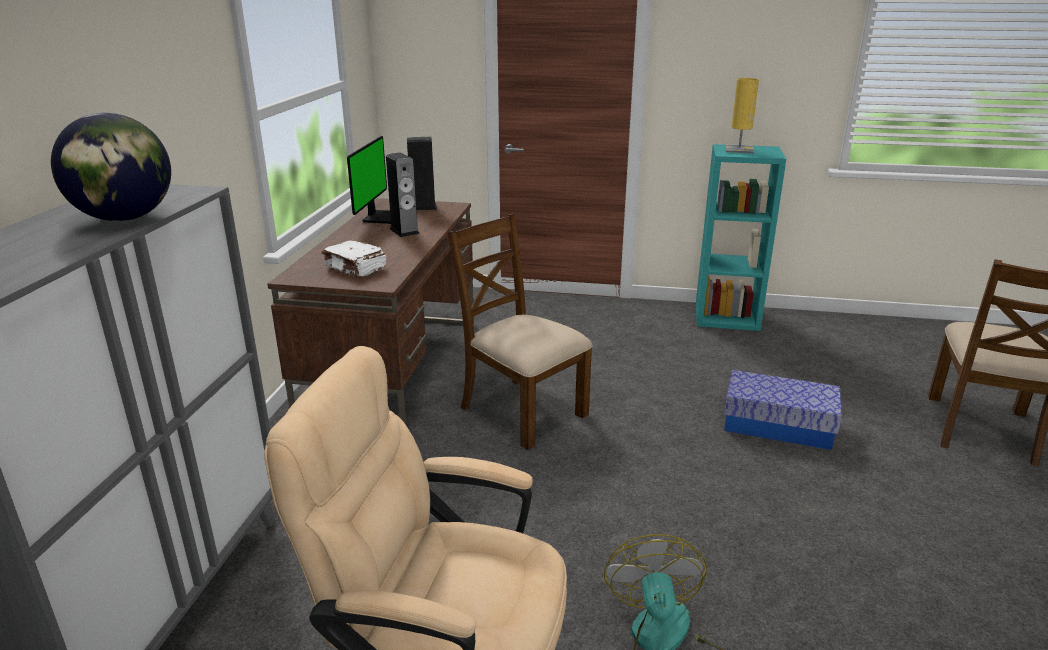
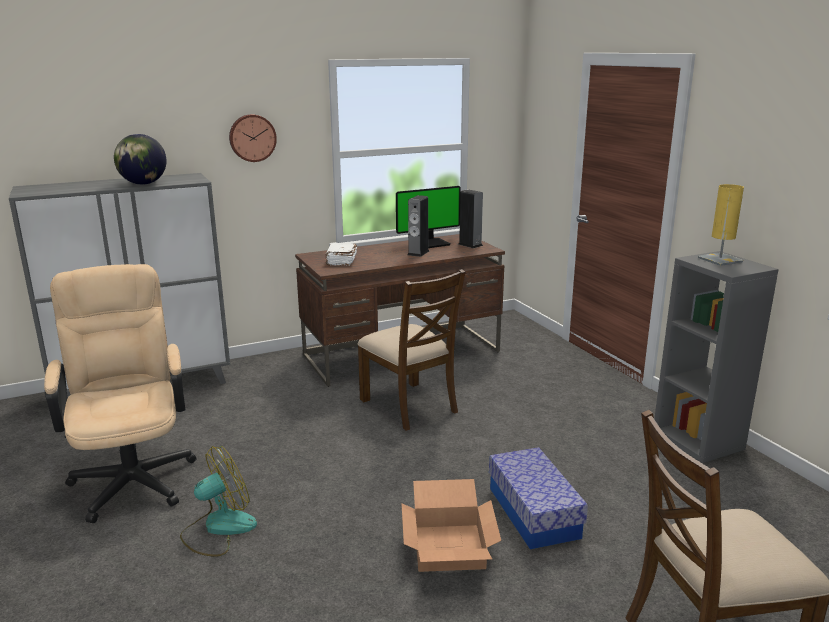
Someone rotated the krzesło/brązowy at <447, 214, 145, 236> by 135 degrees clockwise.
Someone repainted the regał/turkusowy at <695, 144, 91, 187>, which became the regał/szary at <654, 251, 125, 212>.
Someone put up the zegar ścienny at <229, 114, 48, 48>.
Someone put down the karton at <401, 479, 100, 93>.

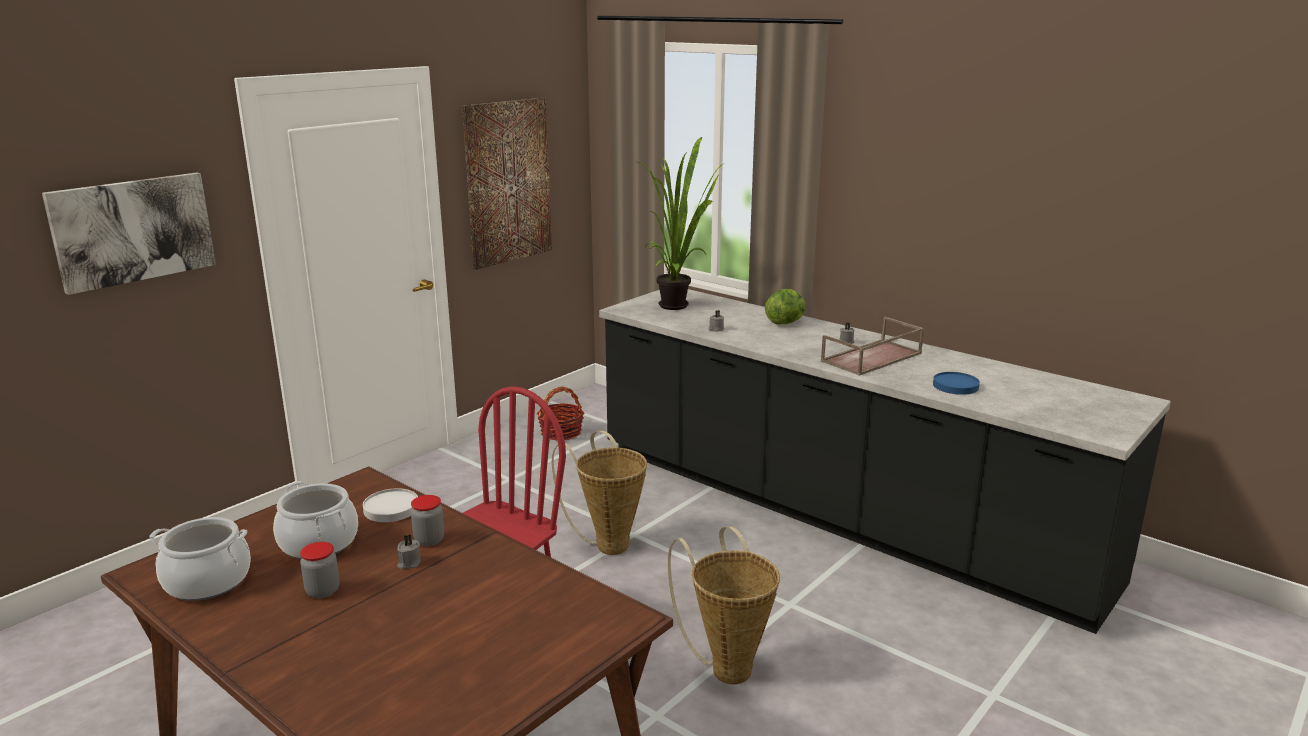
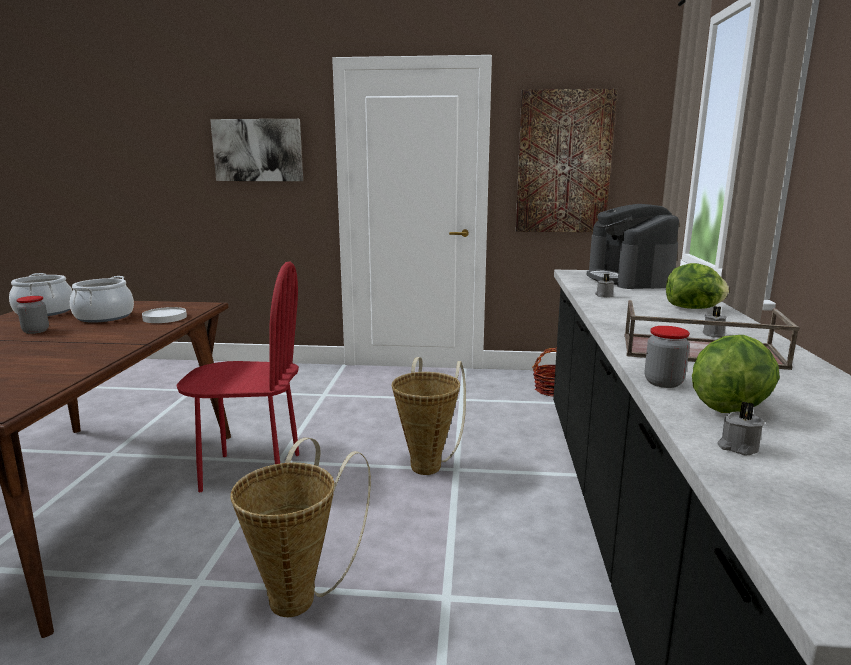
Someone carried the świeca/szary from <397, 534, 24, 35> to <717, 401, 48, 55>.
Someone carried the słoik from <411, 495, 34, 51> to <645, 326, 45, 62>.
Someone swapped the roślina doniczkowa at <635, 137, 88, 173> for the ekspres do kawy at <587, 204, 92, 85>.
Someone swapped the talerz/niebieski at <933, 372, 47, 23> for the sałata at <692, 335, 88, 78>.

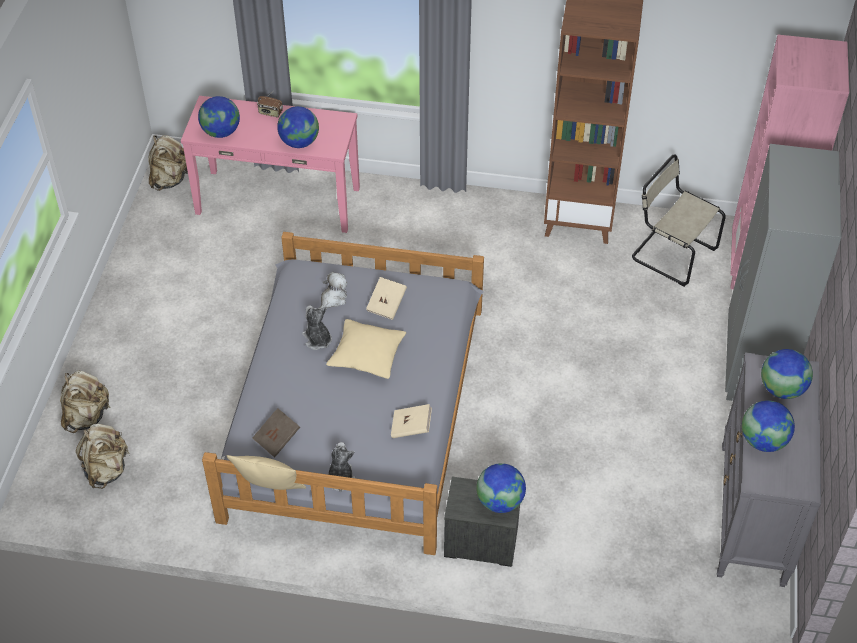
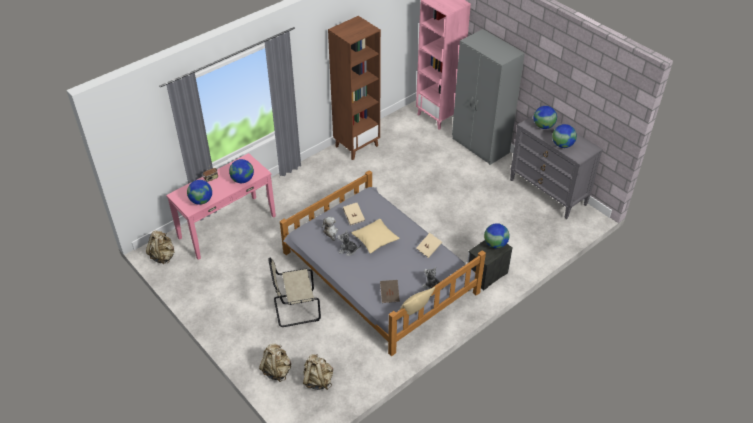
Someone carried the krzesło/beżowy from <632, 154, 94, 133> to <268, 258, 53, 69>.

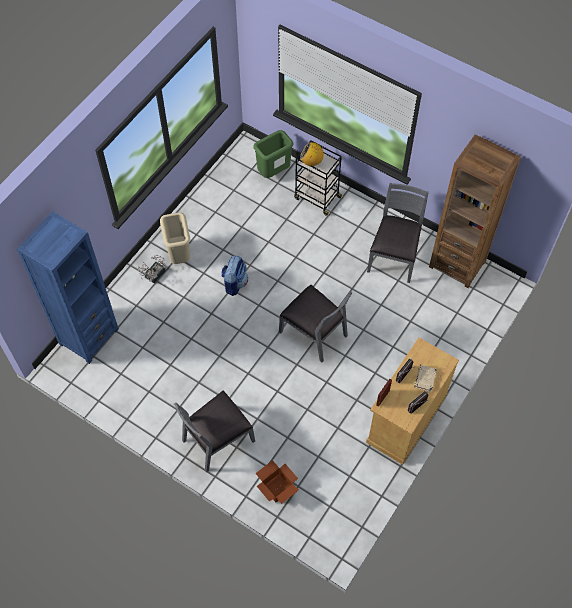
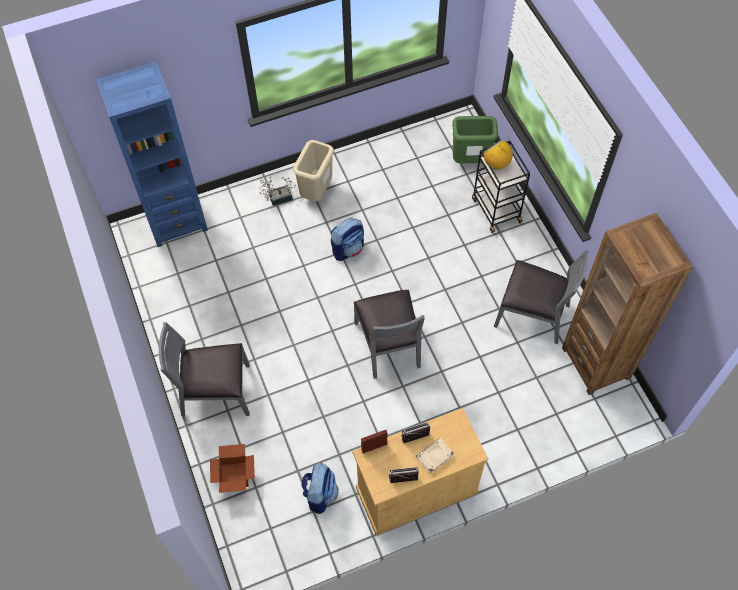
Someone rotated the krzesło/szary at <367, 183, 62, 100> by 60 degrees clockwise.
Someone put down the plecak at <302, 463, 37, 51>.

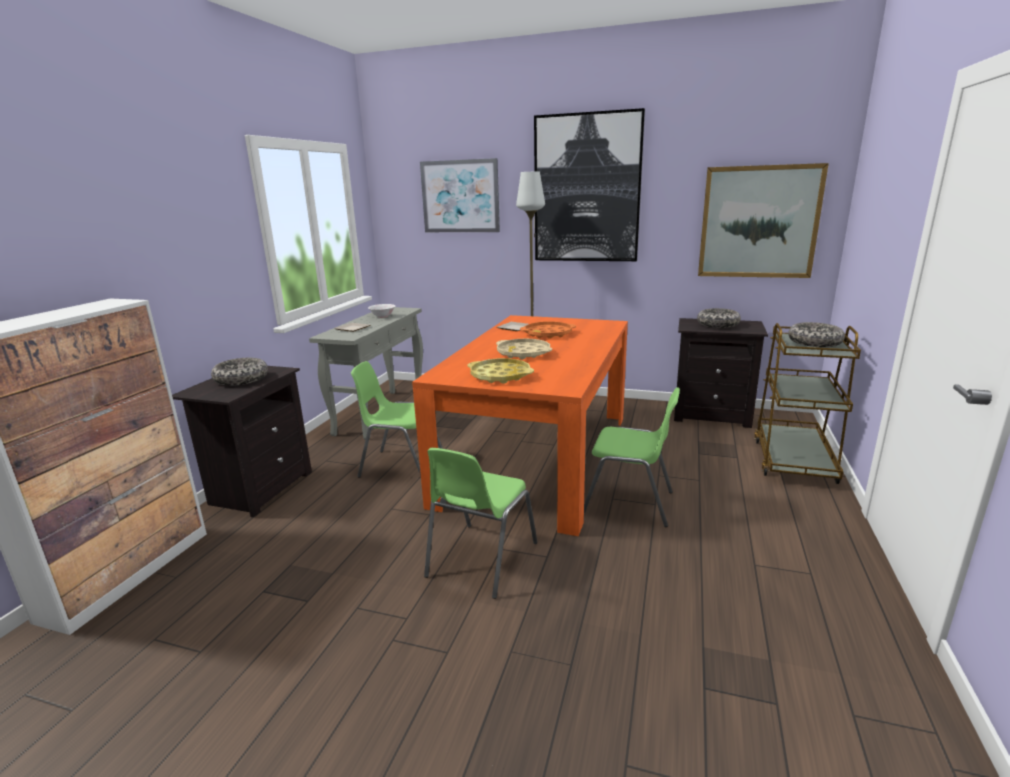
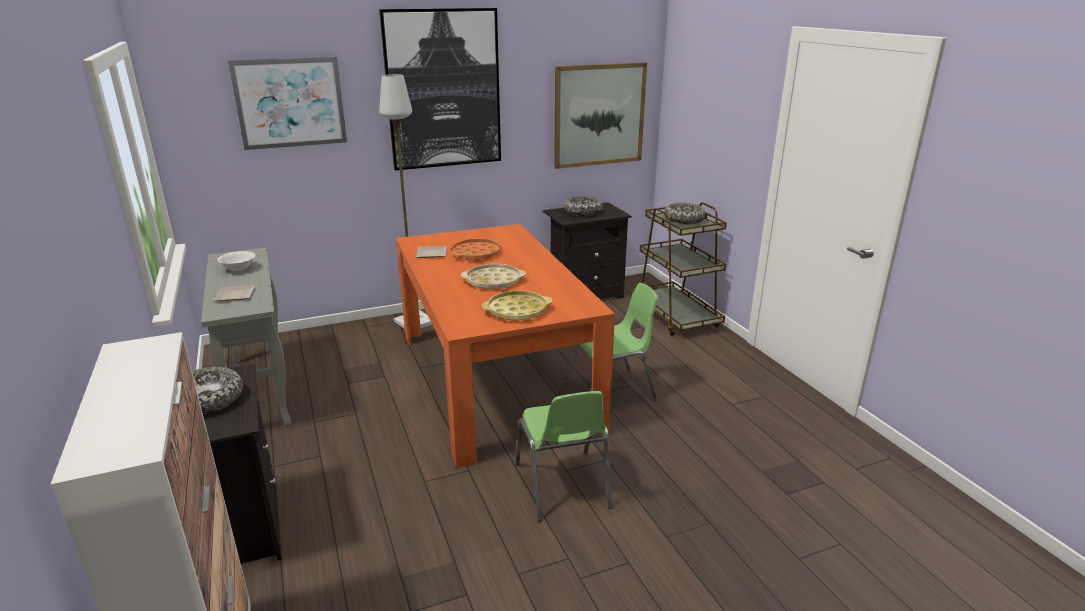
Someone took away the krzesło/zielony at <351, 361, 92, 117>.

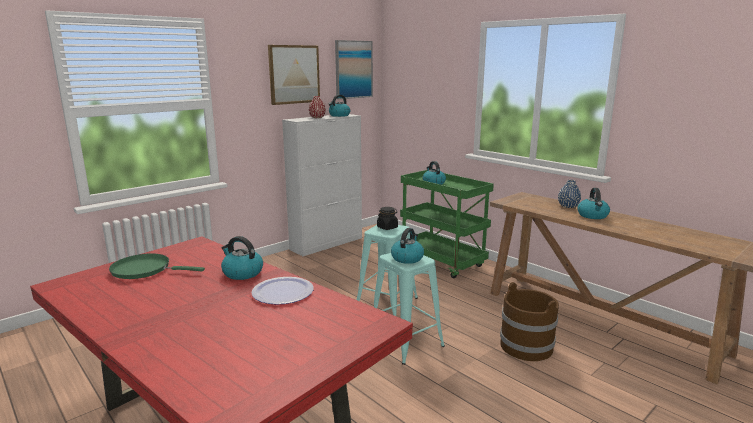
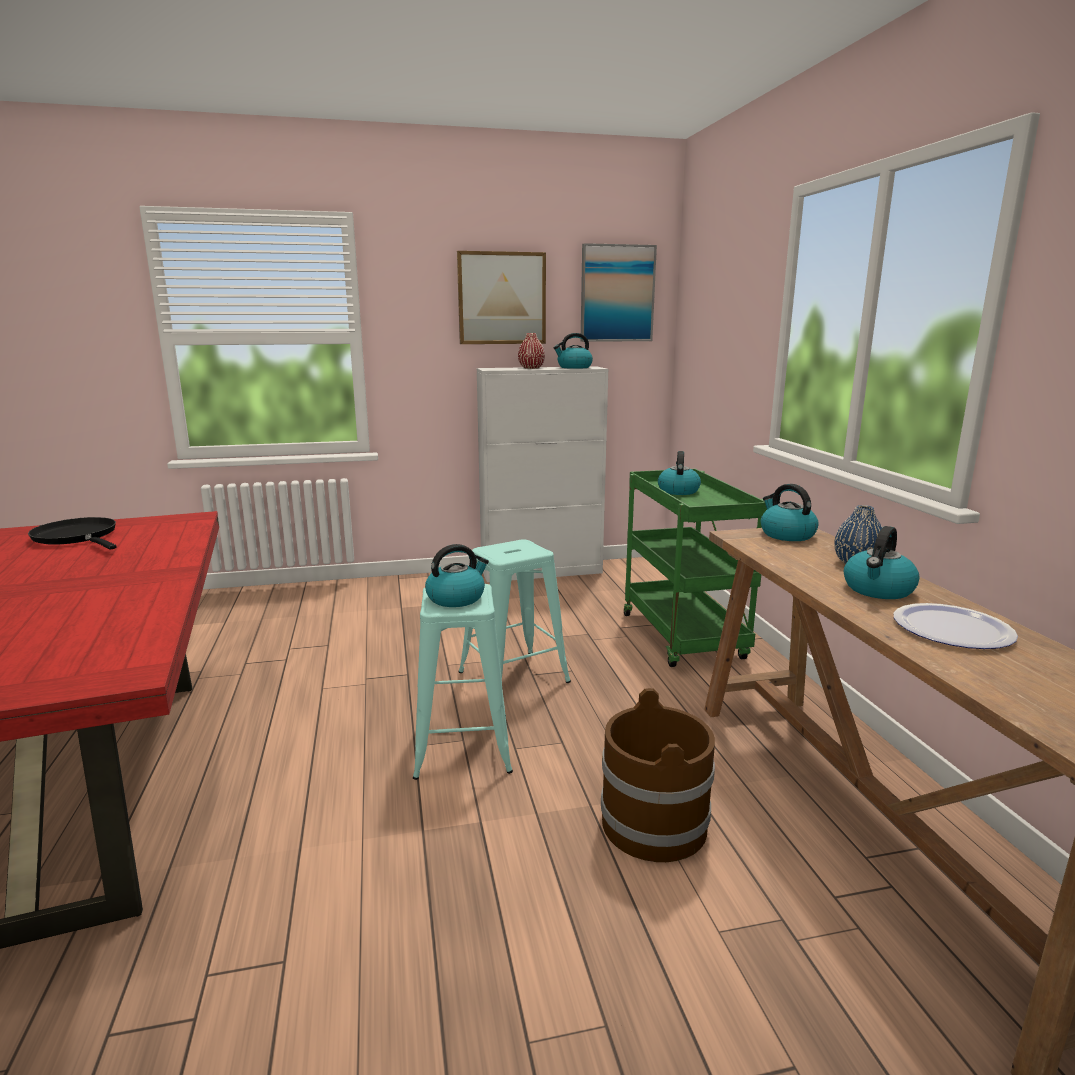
Someone repainted the patelnia/zielony at <109, 253, 96, 26>, which became the patelnia/czarny at <28, 517, 88, 33>.
Someone carried the czajnik from <221, 236, 42, 44> to <761, 484, 58, 57>.
Someone carried the talerz from <251, 277, 63, 28> to <893, 603, 125, 46>.
Someone took away the słoik/czarny at <377, 207, 21, 23>.

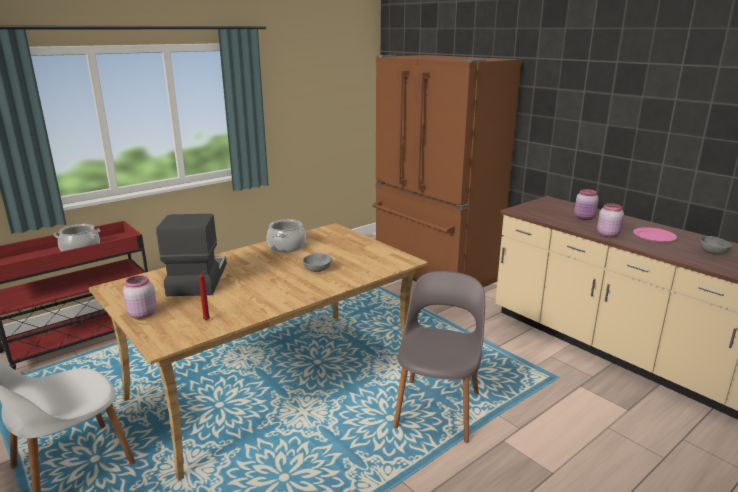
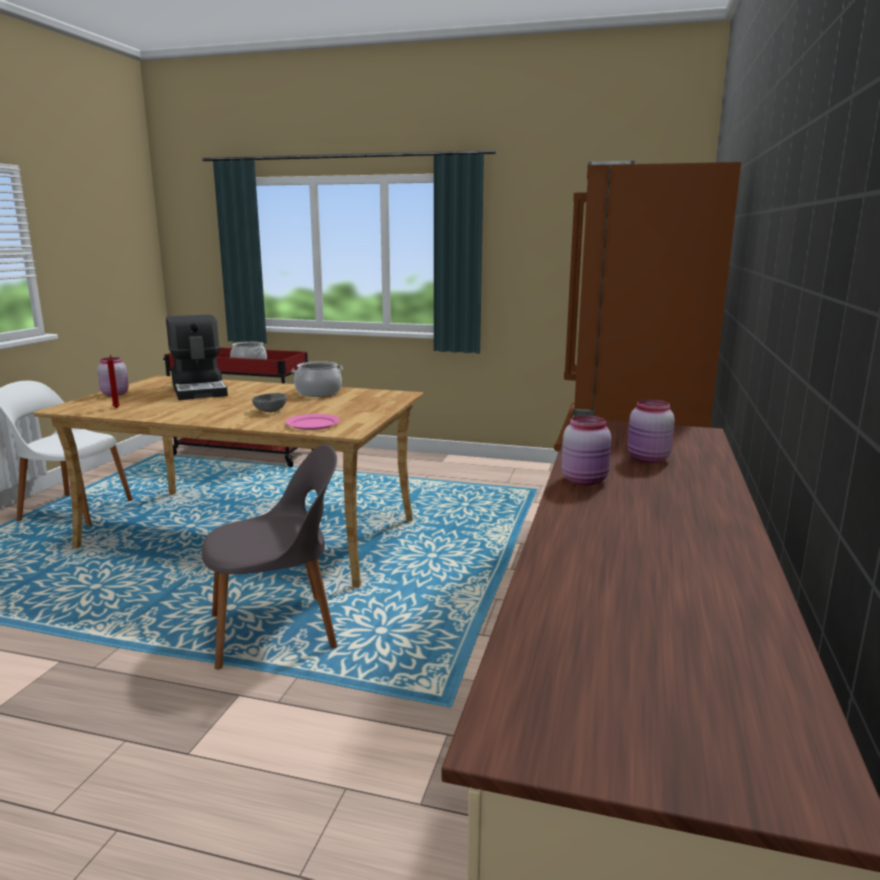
Someone rotated the ekspres do kawy at <156, 214, 71, 82> by 105 degrees clockwise.
Someone carried the talerz/różowy from <633, 227, 44, 15> to <285, 414, 55, 16>.
Someone took away the miska/szary at <700, 236, 32, 18>.

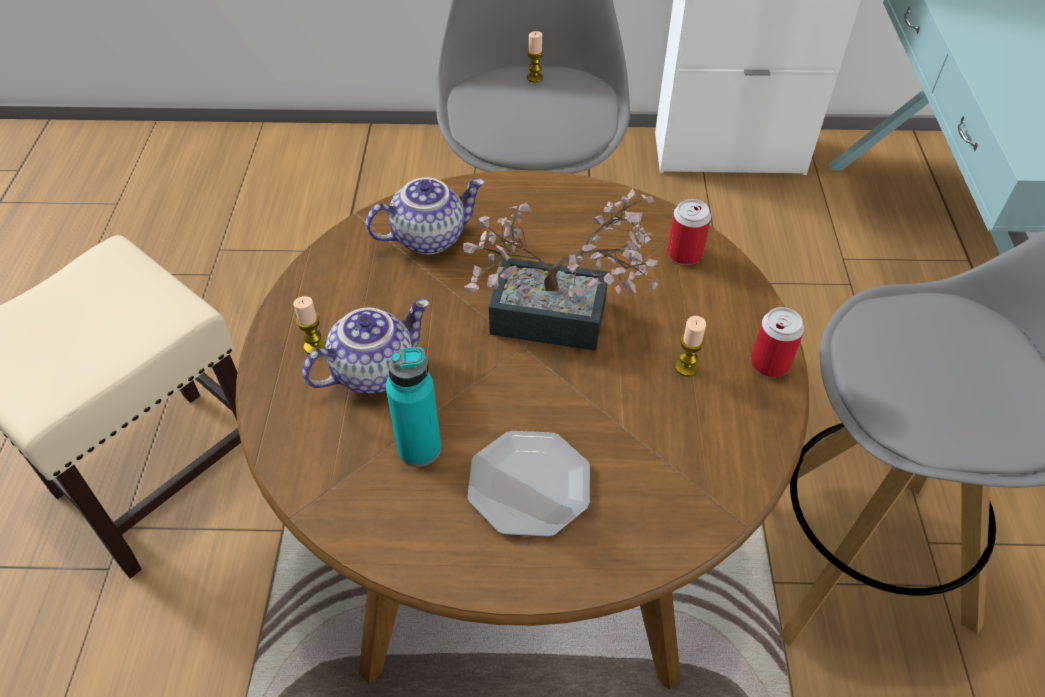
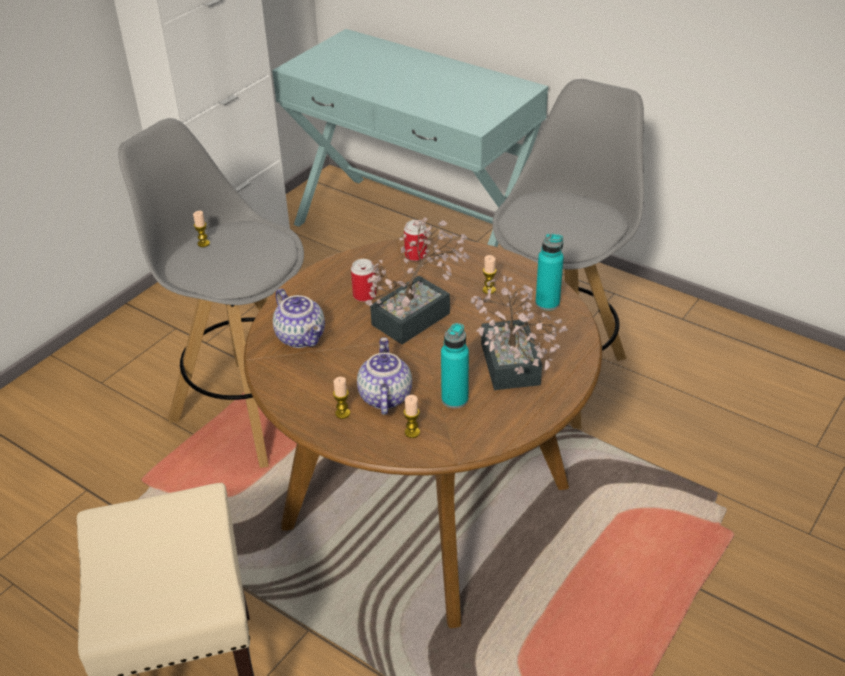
Someone rotated the imbryk at <366, 177, 119, 78> by 135 degrees clockwise.
Someone swapped the talerz at <468, 431, 122, 106> for the roślina doniczkowa at <471, 275, 97, 115>.
Someone carried the puszka from <751, 307, 53, 70> to <351, 259, 25, 43>.
Someone put down the świeca at <404, 395, 16, 43>.
Someone put down the butelka/turkusowy at <536, 234, 28, 77>.

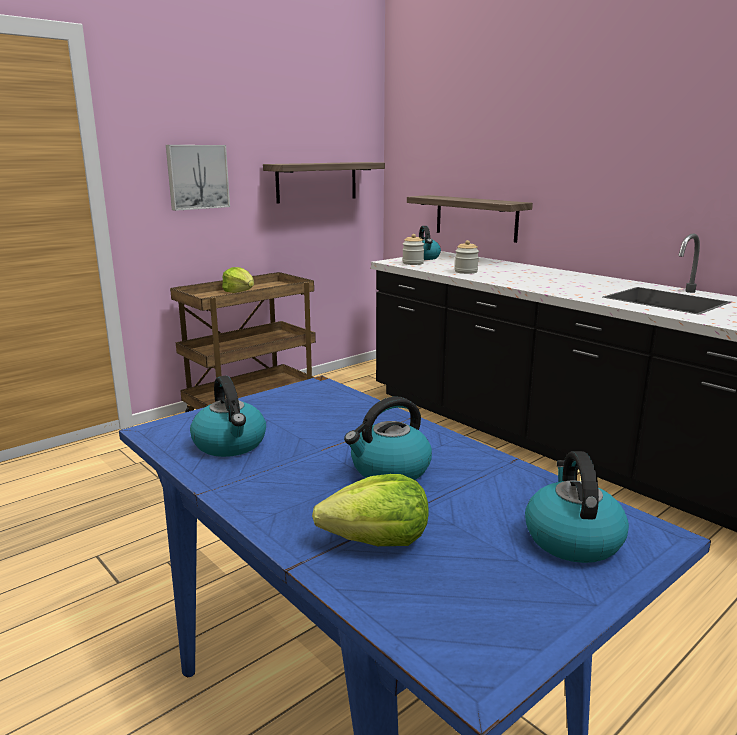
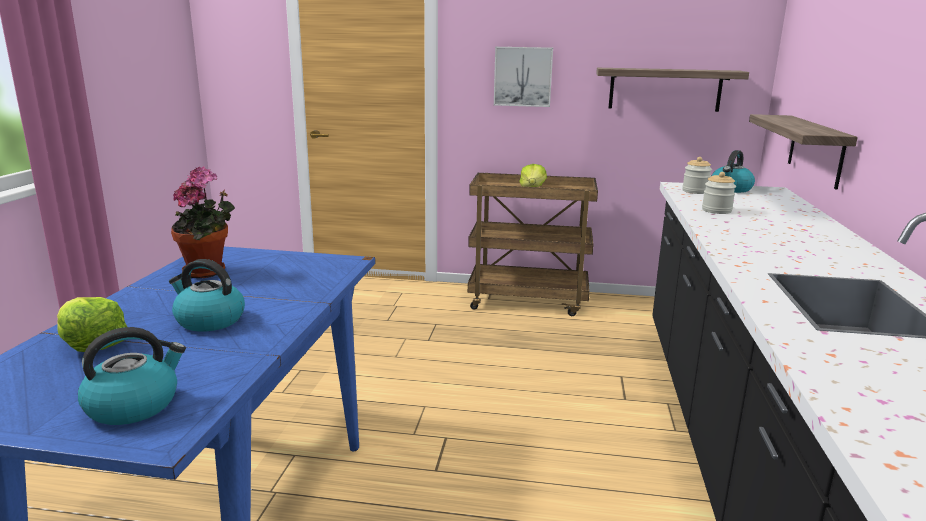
Someone swapped the czajnik at <190, 376, 76, 81> for the roślina doniczkowa at <171, 166, 64, 112>.

